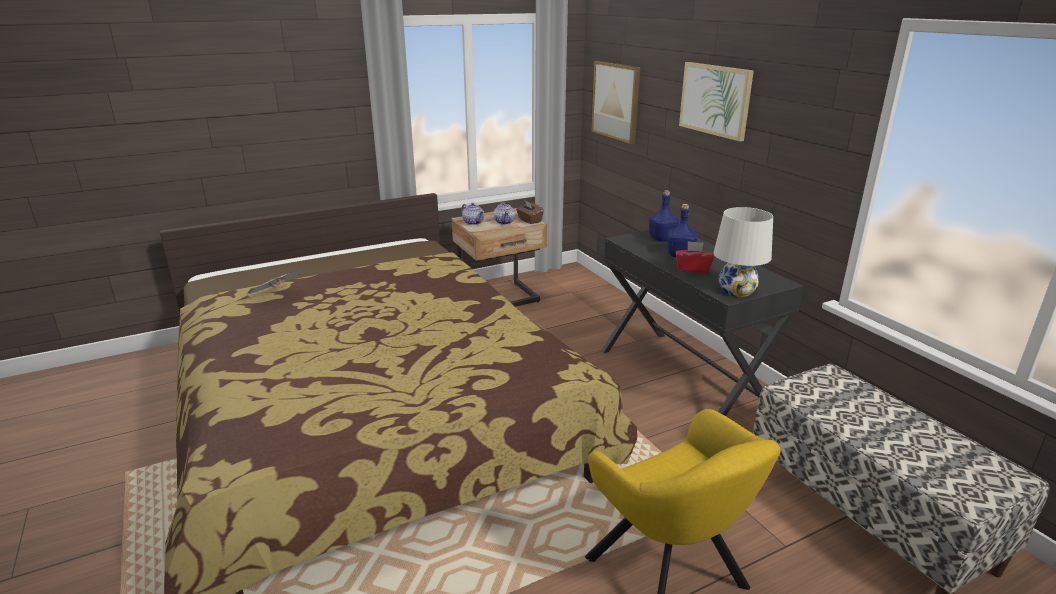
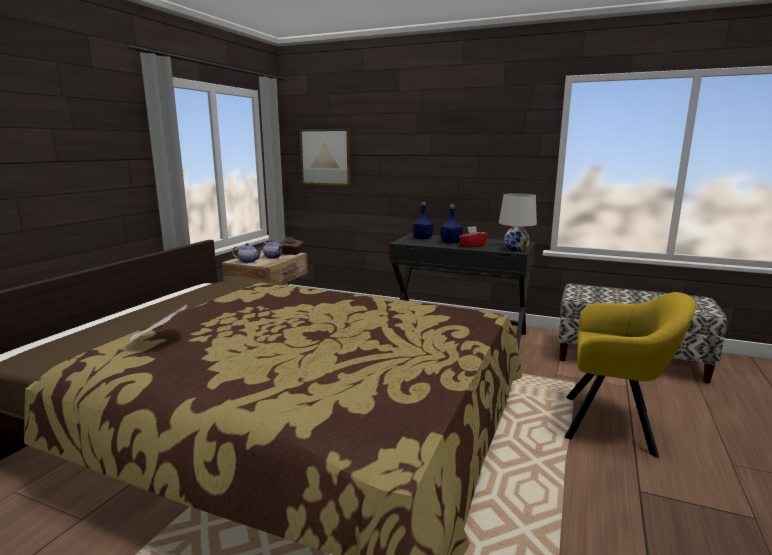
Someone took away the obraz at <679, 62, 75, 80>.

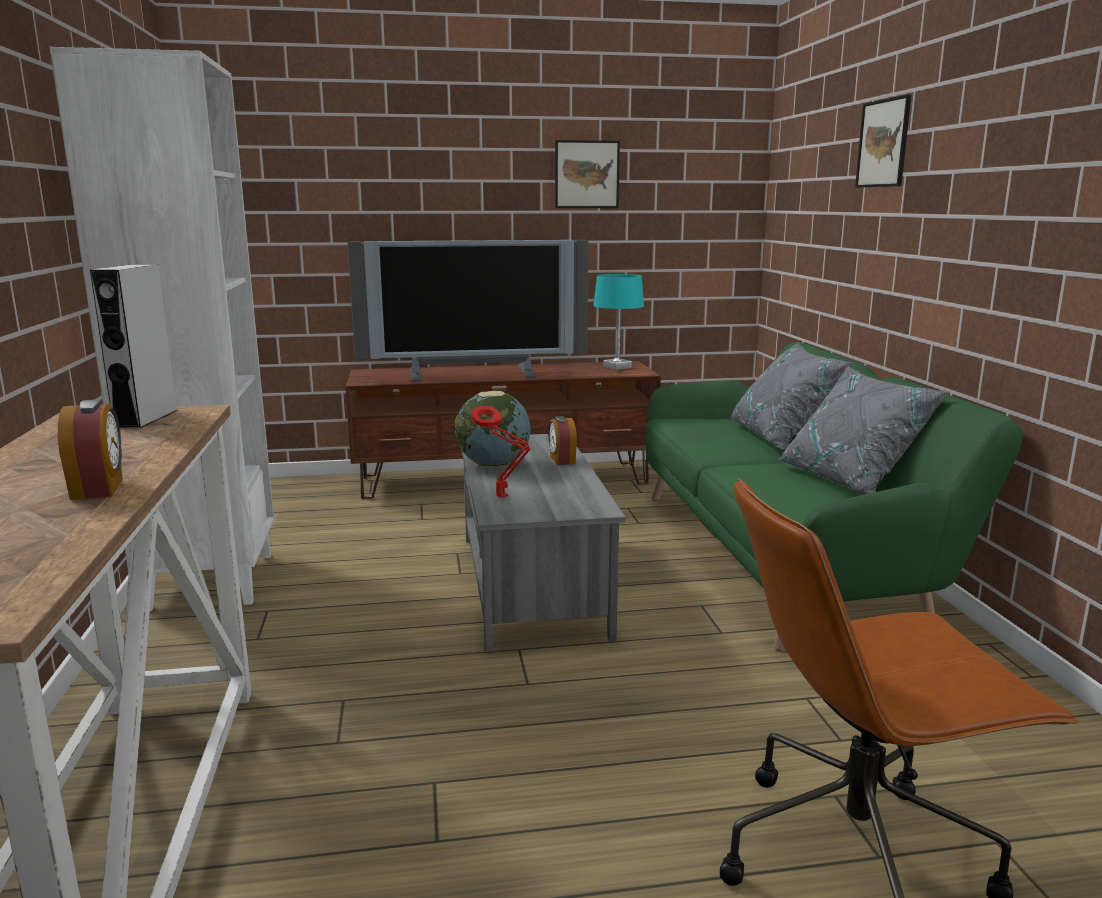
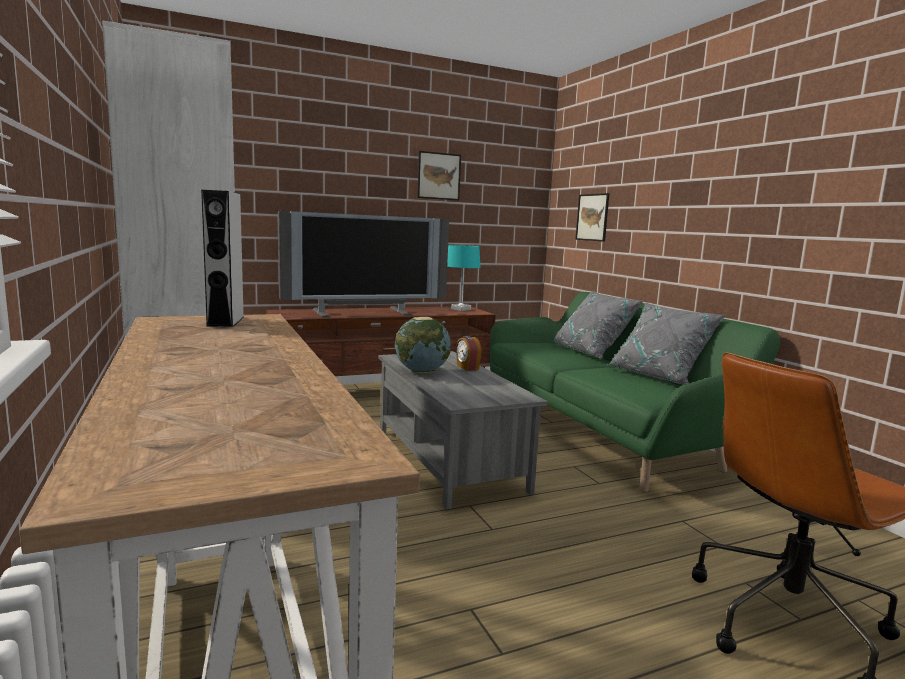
Someone took away the budzik at <58, 399, 65, 101>.
Someone took away the lampa stołowa/czerwony at <471, 406, 60, 92>.
Someone carried the obraz from <855, 94, 56, 94> to <575, 193, 34, 49>.

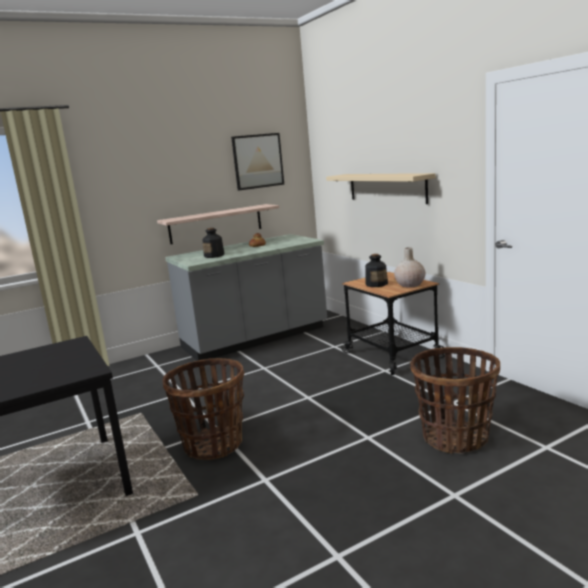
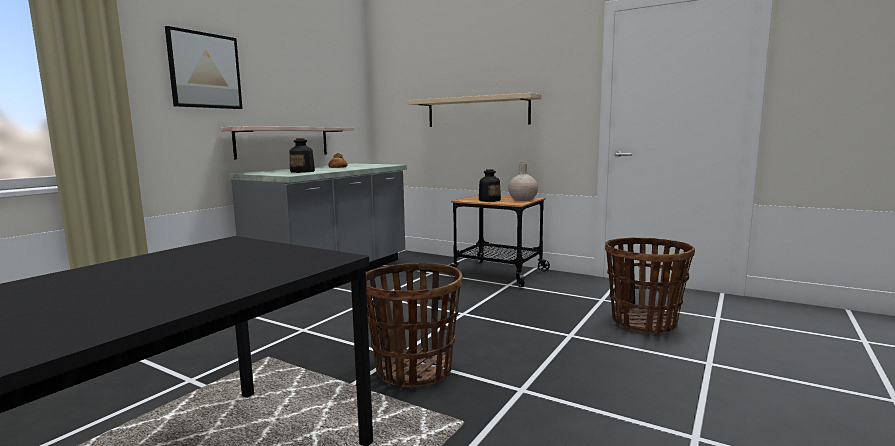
Someone carried the obraz from <231, 133, 53, 58> to <165, 26, 78, 83>.

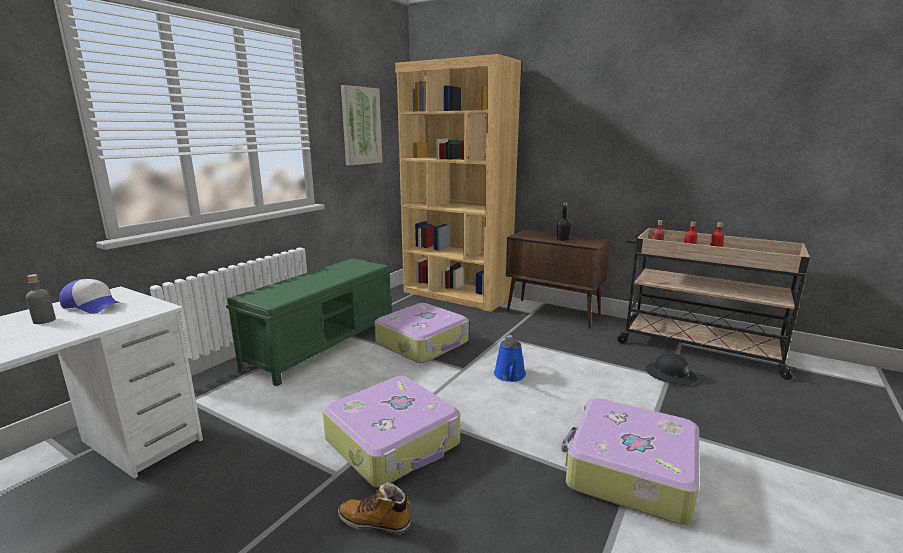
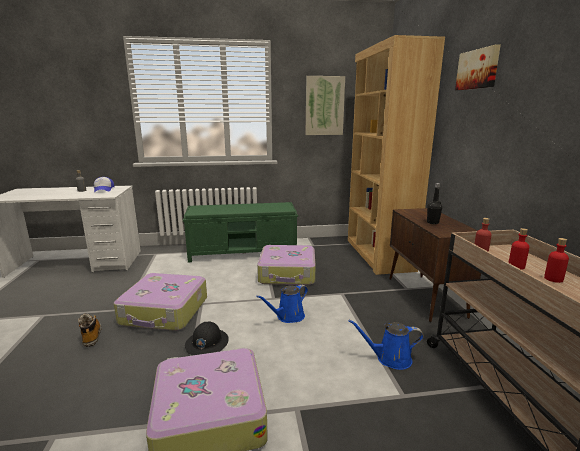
Someone carried the kask/czarny from <646, 352, 51, 33> to <185, 321, 44, 35>.
Someone put down the konewka/niebieski at <348, 320, 76, 50>.
Someone put up the obraz at <455, 44, 46, 46>.

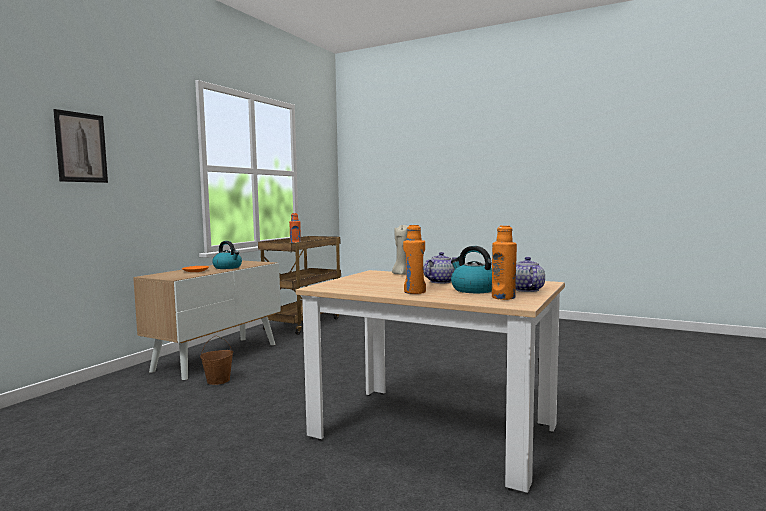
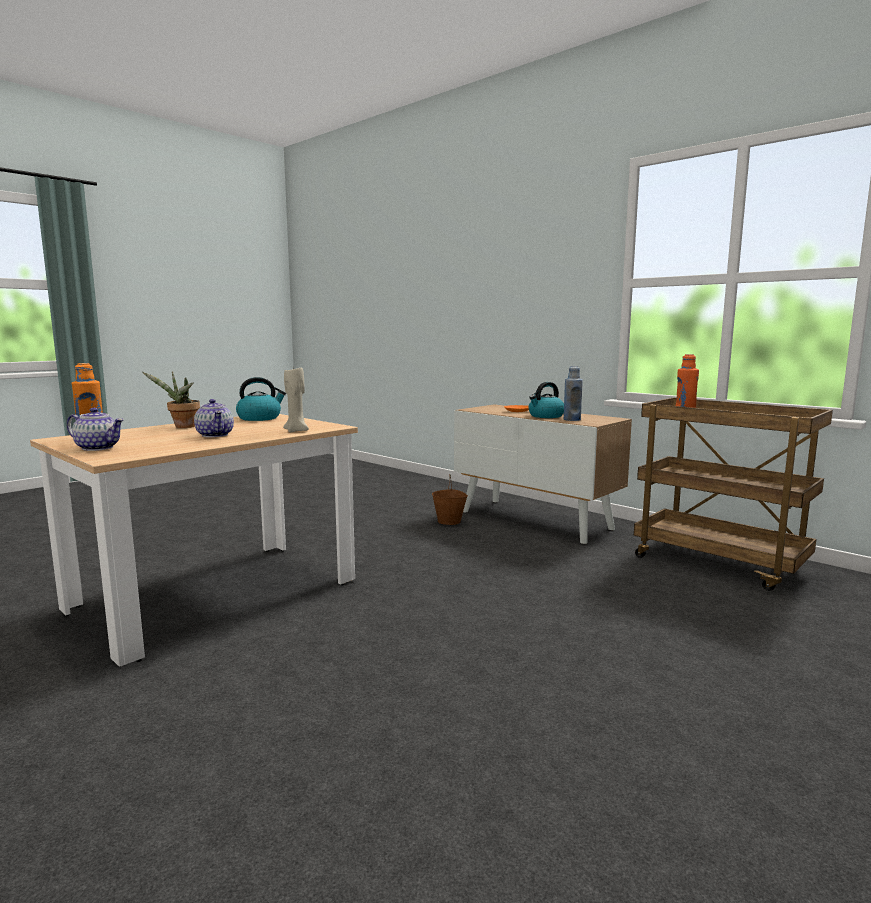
Someone took away the obraz at <53, 109, 55, 74>.
Someone swapped the butelka/pomarańczowy at <403, 225, 23, 69> for the roślina doniczkowa at <142, 371, 58, 57>.
Someone carried the czajnik from <451, 246, 41, 47> to <236, 377, 50, 44>.
Someone put down the butelka/niebieski at <564, 366, 19, 55>.

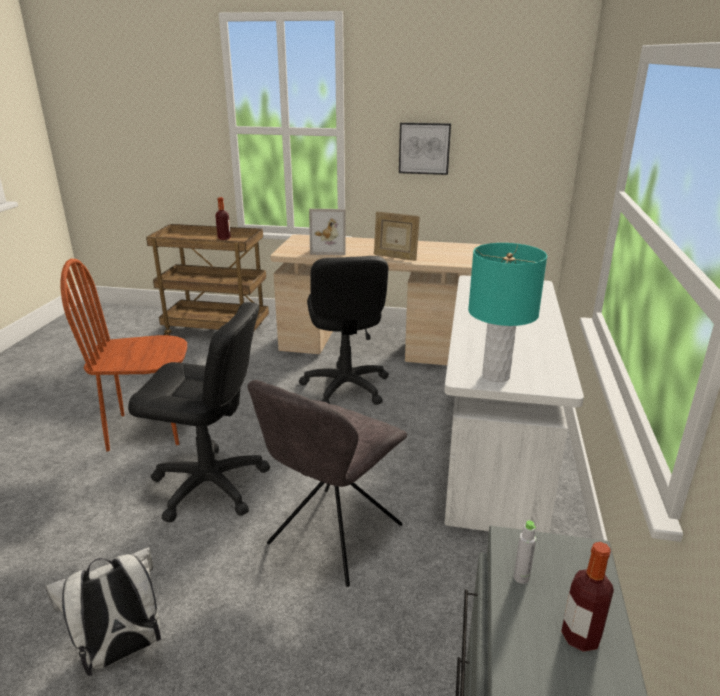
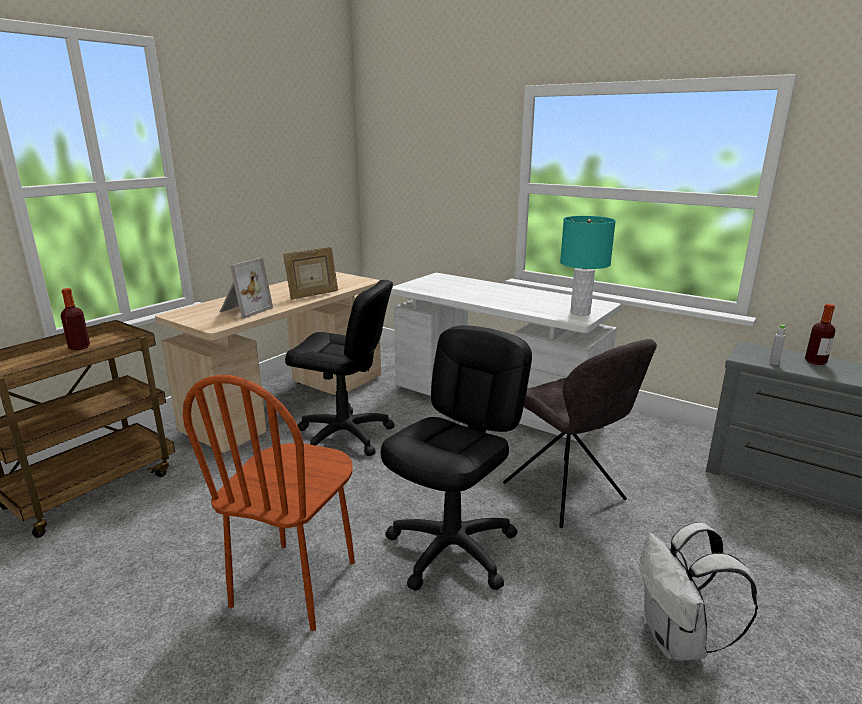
Someone took away the obraz at <399, 122, 52, 53>.

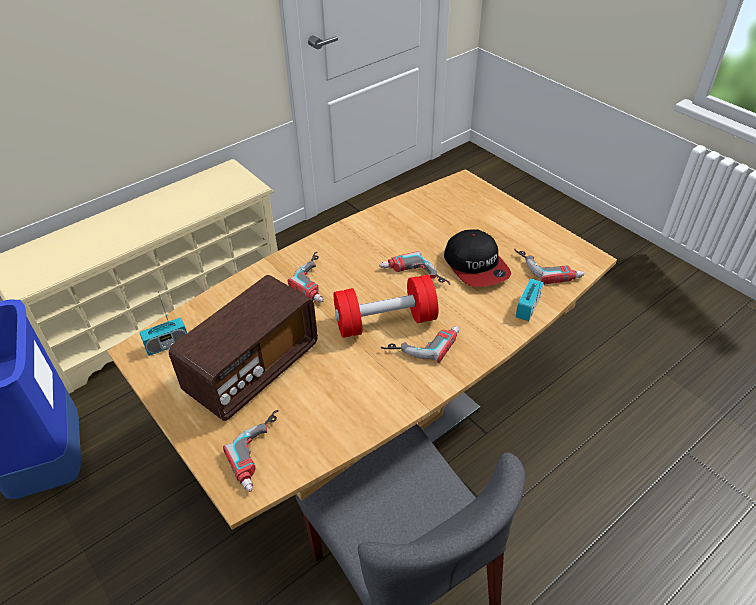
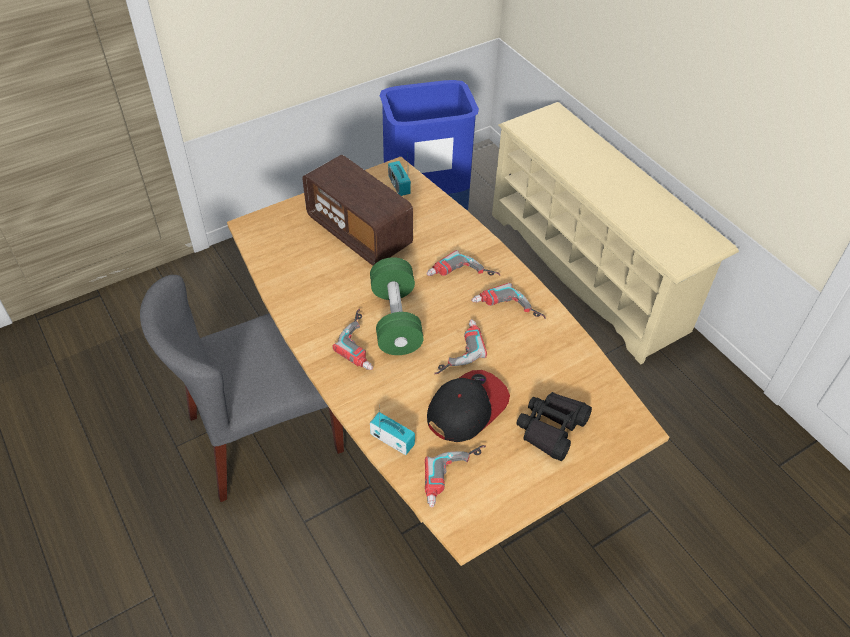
Someone carried the wiertarka from <223, 410, 56, 82> to <471, 283, 75, 36>.
Someone repainted the hantel/czerwony at <334, 275, 104, 63>, which became the hantel/zielony at <370, 257, 53, 98>.
Someone rotated the czapka z daszkiem at <444, 229, 67, 58> by 150 degrees clockwise.
Someone put down the lornetka/czarny at <516, 392, 76, 69>.

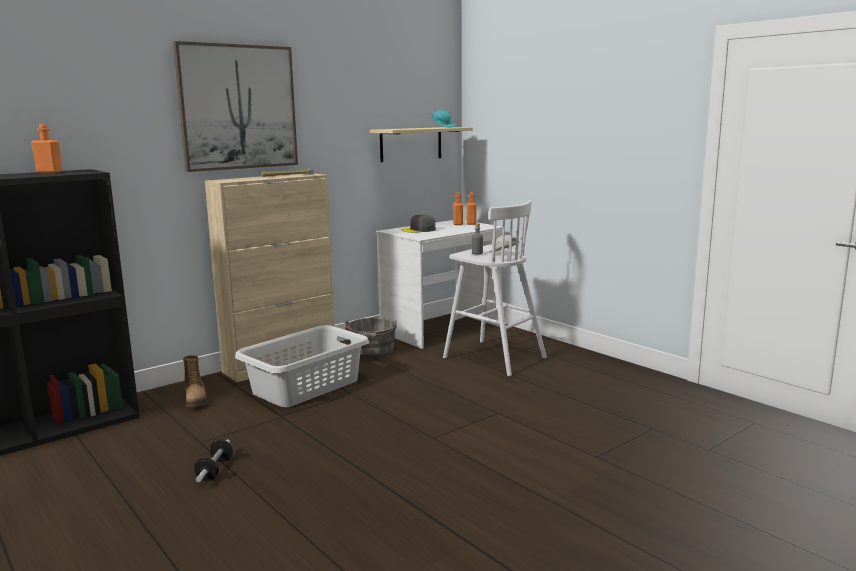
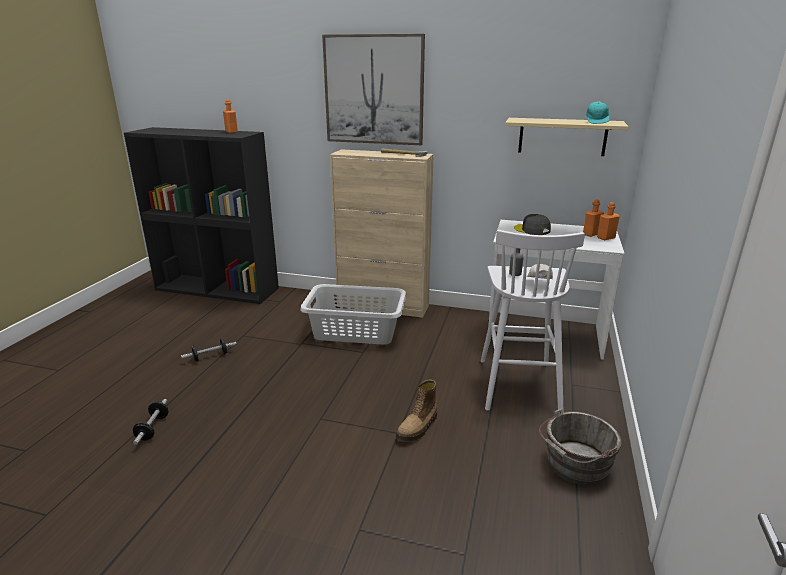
Someone carried the but z cholewką from <183, 355, 24, 52> to <396, 380, 41, 62>.
Someone carried the wiadro/szary from <345, 318, 52, 40> to <539, 408, 82, 77>.
Someone put down the hantel at <133, 399, 35, 46>.

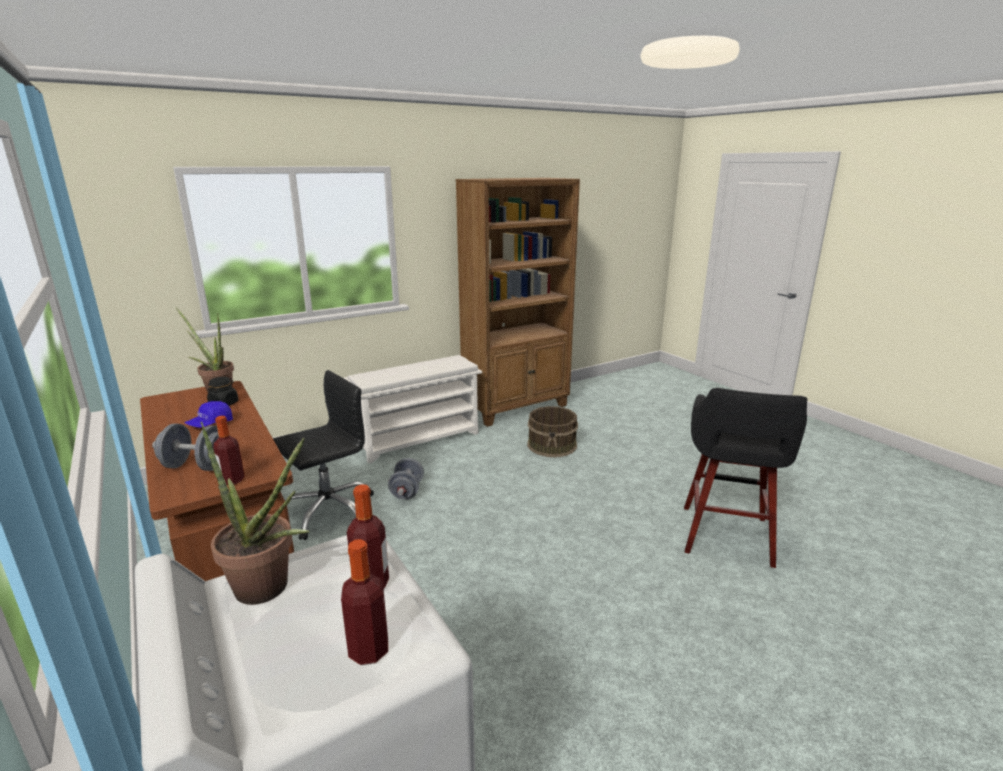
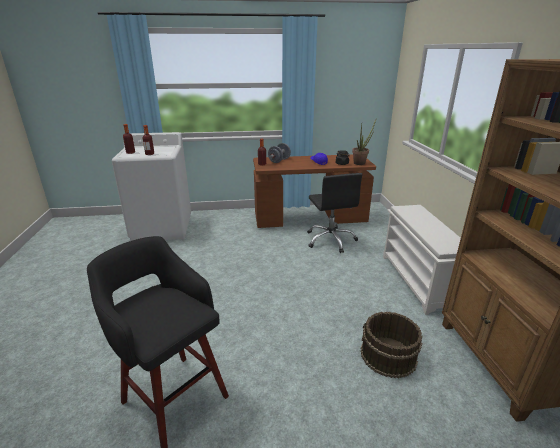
Someone took away the roślina doniczkowa at <201, 422, 109, 183>.
Someone took away the hantel/szary at <388, 458, 36, 42>.

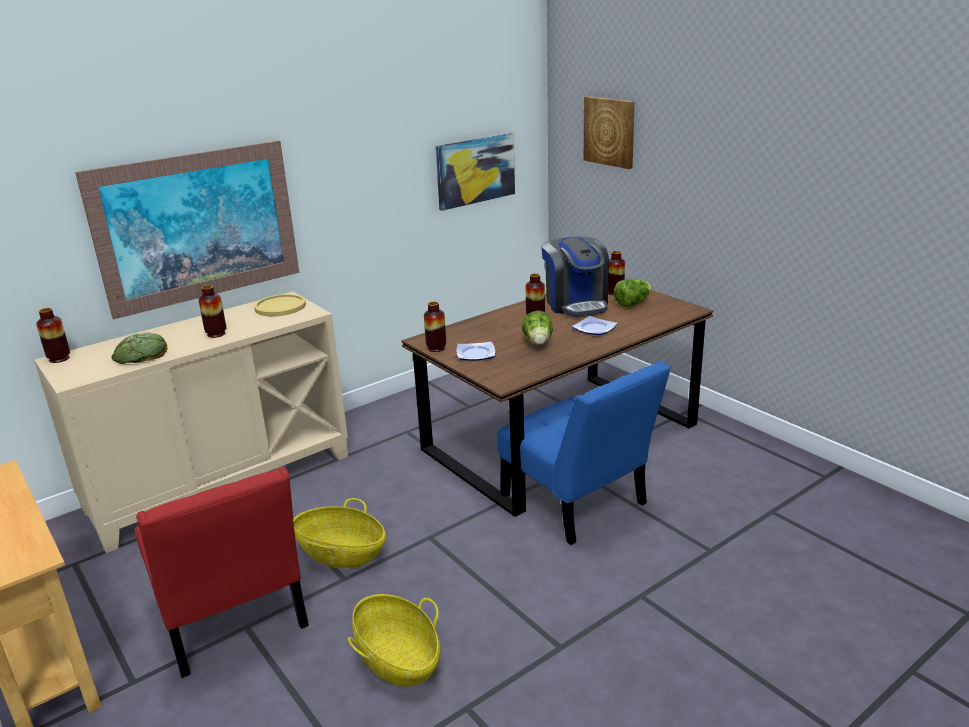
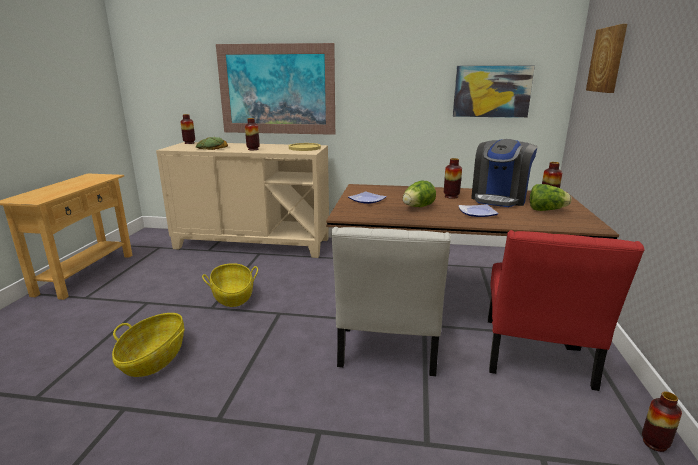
Someone carried the krzesło/czerwony from <135, 467, 174, 211> to <488, 230, 157, 161>.
Someone carried the wazon from <424, 302, 22, 50> to <642, 392, 40, 60>.
Someone repainted the krzesło/niebieski at <498, 361, 173, 184>, which became the krzesło/biały at <331, 227, 120, 149>.

